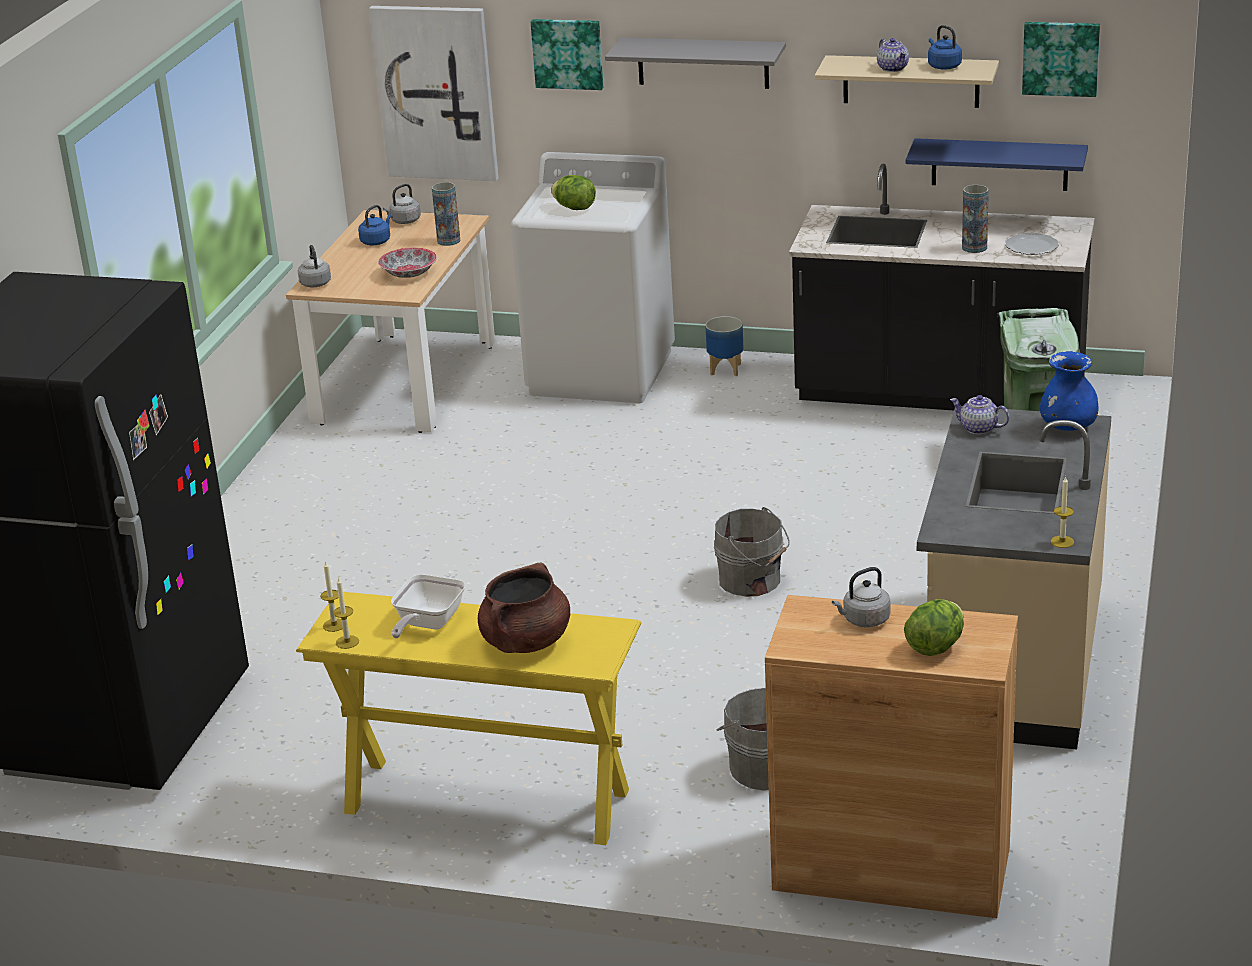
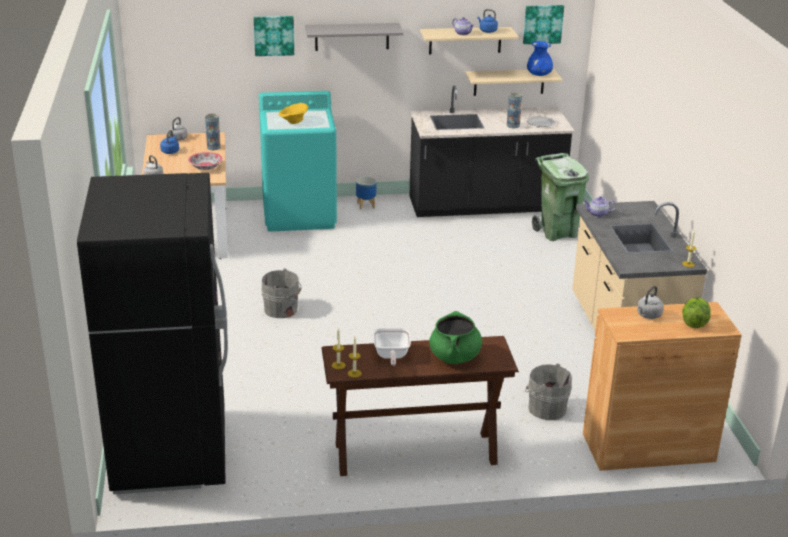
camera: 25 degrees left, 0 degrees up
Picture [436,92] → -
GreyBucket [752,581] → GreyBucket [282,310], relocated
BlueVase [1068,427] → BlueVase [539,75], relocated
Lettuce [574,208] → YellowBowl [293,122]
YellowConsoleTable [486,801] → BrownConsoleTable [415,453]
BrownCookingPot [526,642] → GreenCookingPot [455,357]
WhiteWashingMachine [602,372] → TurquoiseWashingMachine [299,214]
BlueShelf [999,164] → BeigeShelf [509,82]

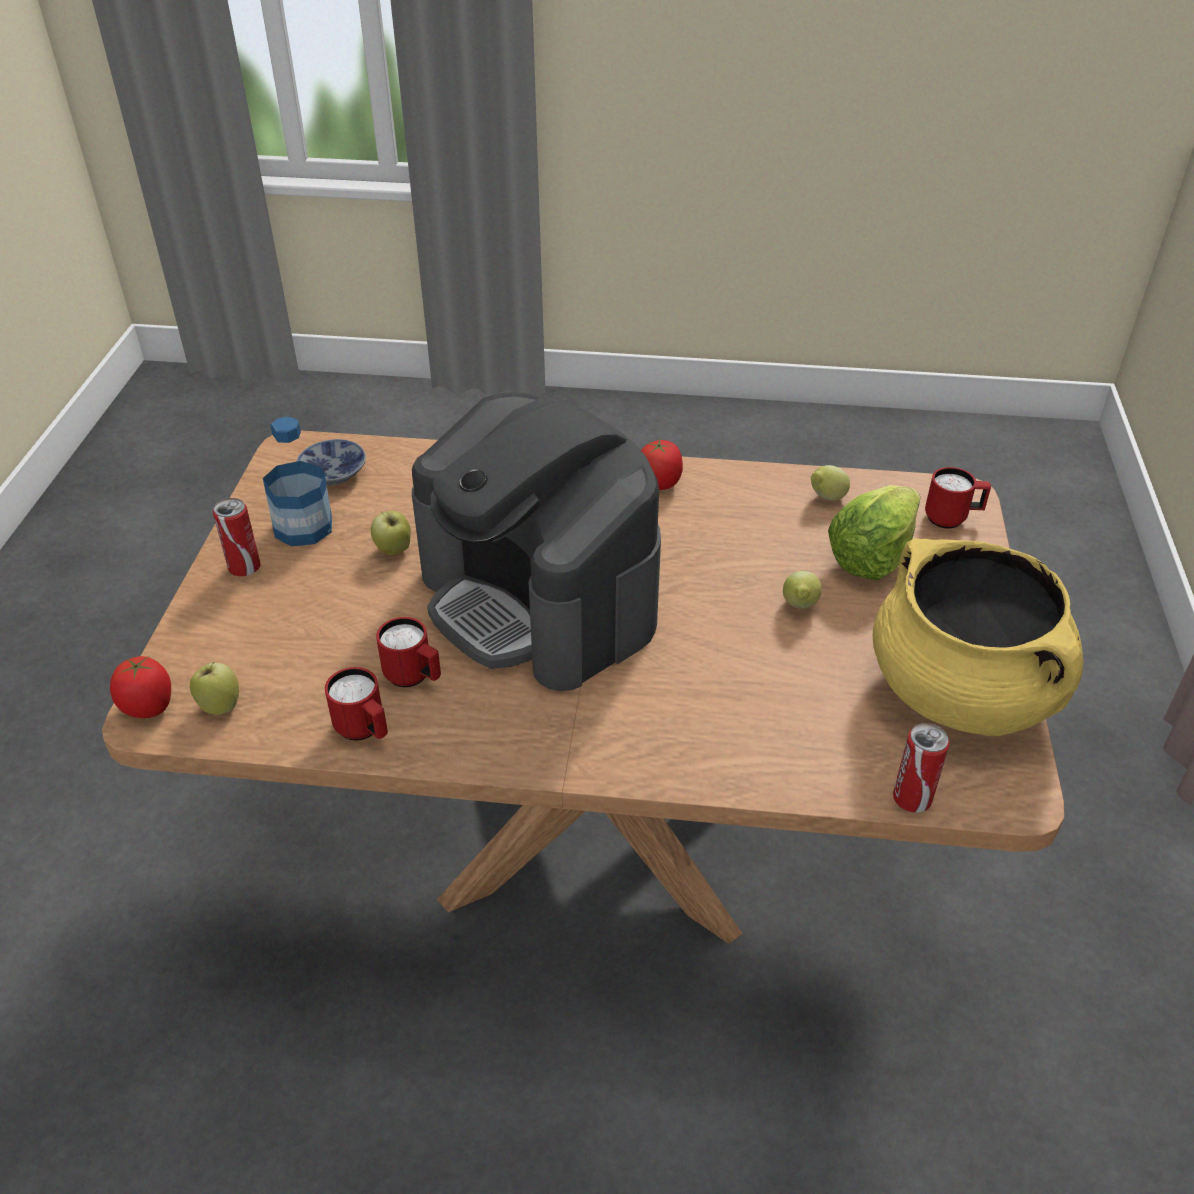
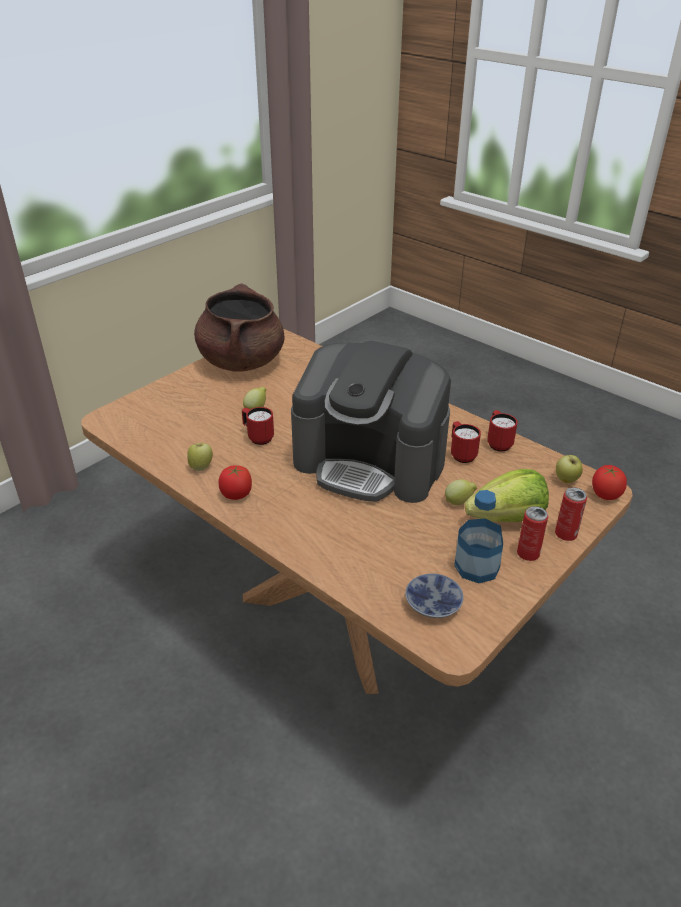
camera: 145 degrees left, 5 degrees down
Apple [393,550] → Apple [201,467], relocated
Lemon [826,498] → Lemon [459,502], relocated
Lettuce [872,556] → Lettuce [507,518], relocated
Can [912,799] → Can [565,534], relocated
RedMug [952,519] → RedMug [257,437], relocated
YellowCookingPot [963,692] → BrownCookingPot [241,361]
CoffeeMachine [540,600] → CoffeeMachine [370,461], 120 degrees clockwise

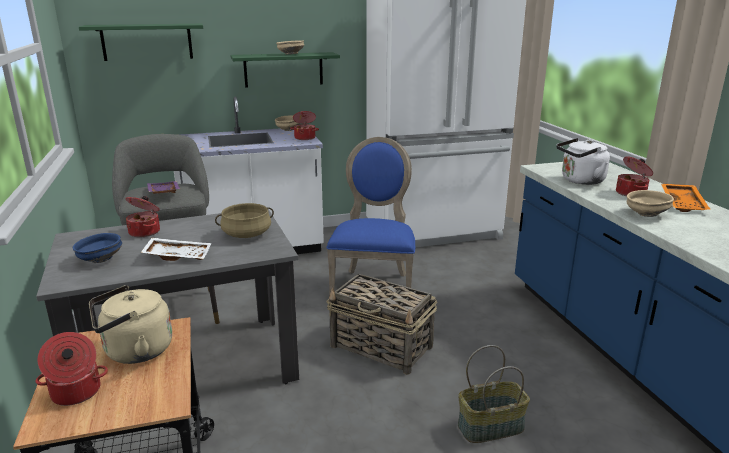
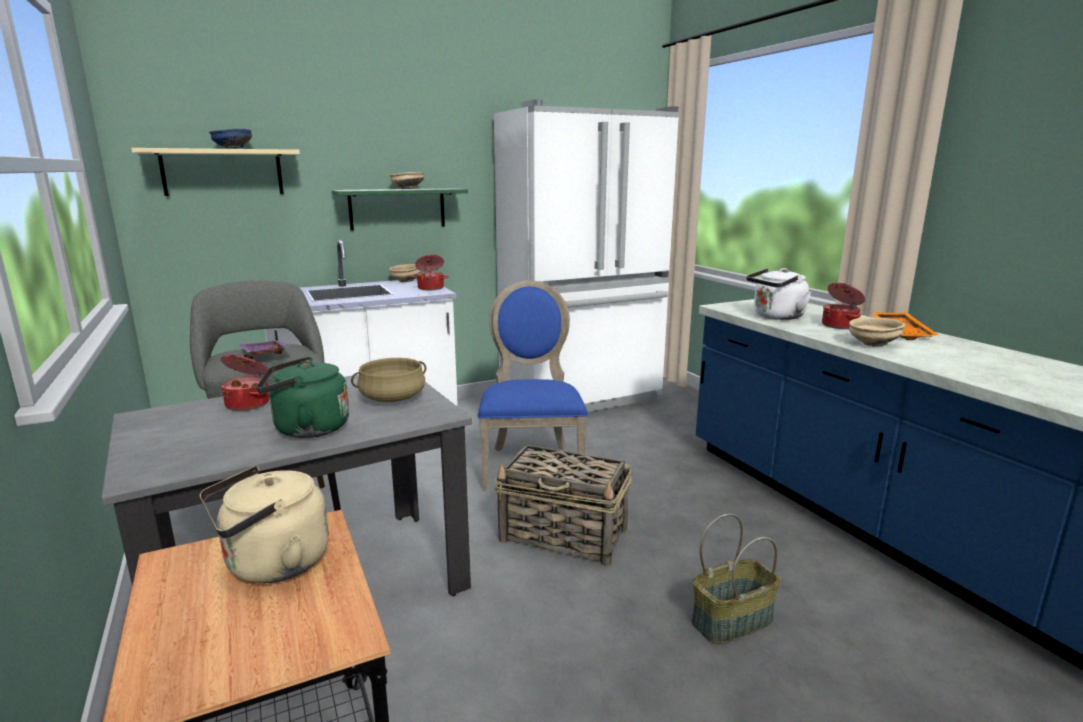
camera: 10 degrees left, 5 degrees down
CookingPot [76,393] → -
BlueBowl [99,260] → BlueBowl [232,149], relocated
WhiteTray [178,255] → GreenKettle [307,429]
GreenShelf [147,42] → BeigeShelf [223,172]

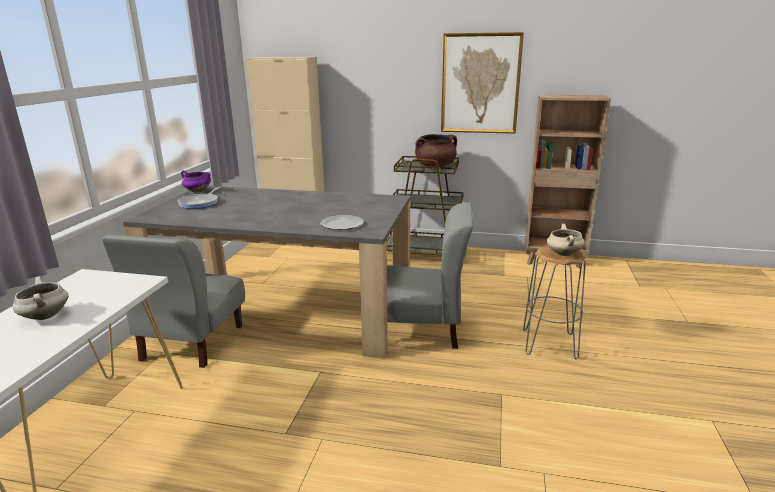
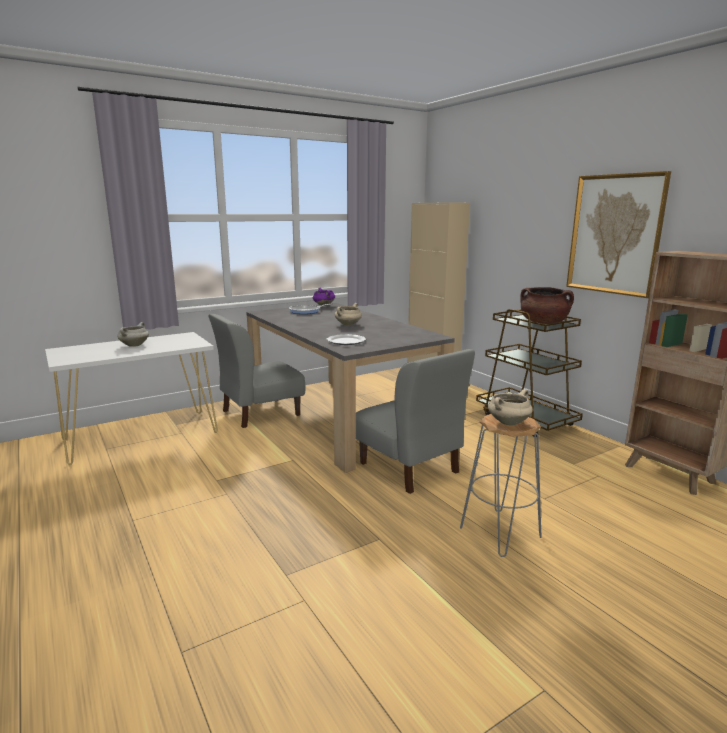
camera: 45 degrees right, 5 degrees down
- → BeigeCookingPot [348,325]

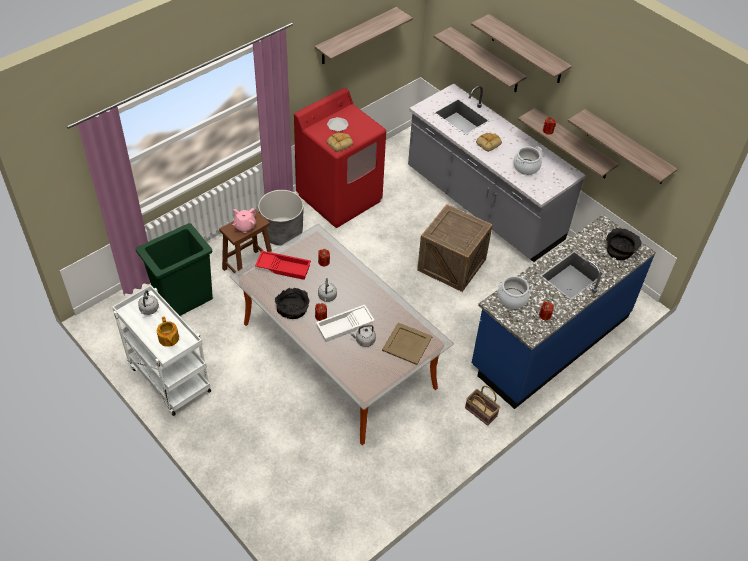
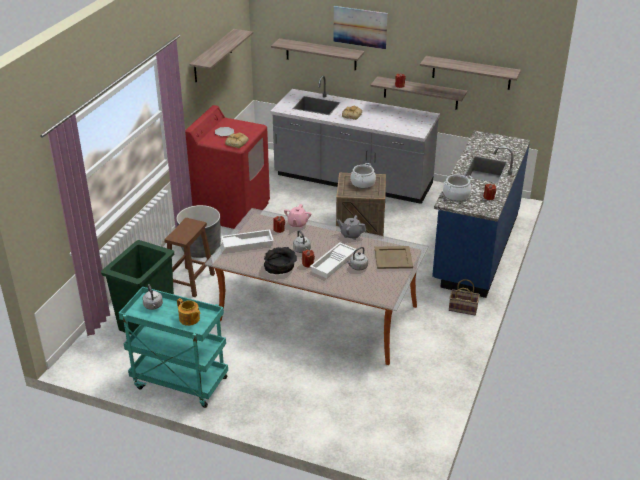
camera: 25 degrees left, 15 degrees down
BlackBowl [620,249] → -
- → GreyTeapot [351,235]
PinkTeapot [244,226] → PinkTeapot [297,224], relocated
CookingPot [526,167] → CookingPot [362,183], relocated
Shelf [527,50] → Picture [360,27]
WhiteCart [168,378] → TurquoiseCart [179,383]
RedTray [284,267] → WhiteTray [248,243]

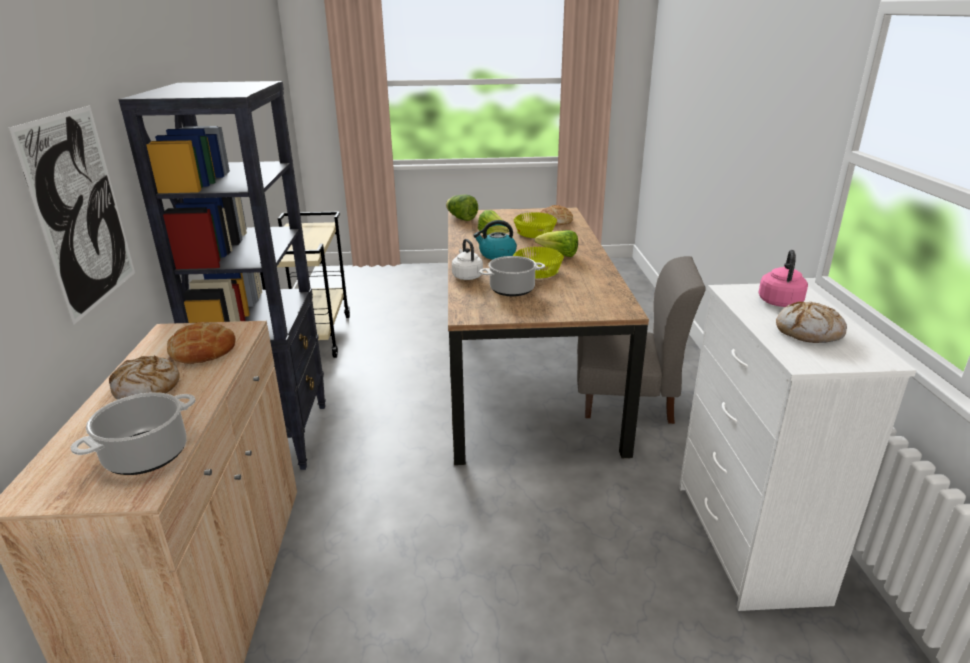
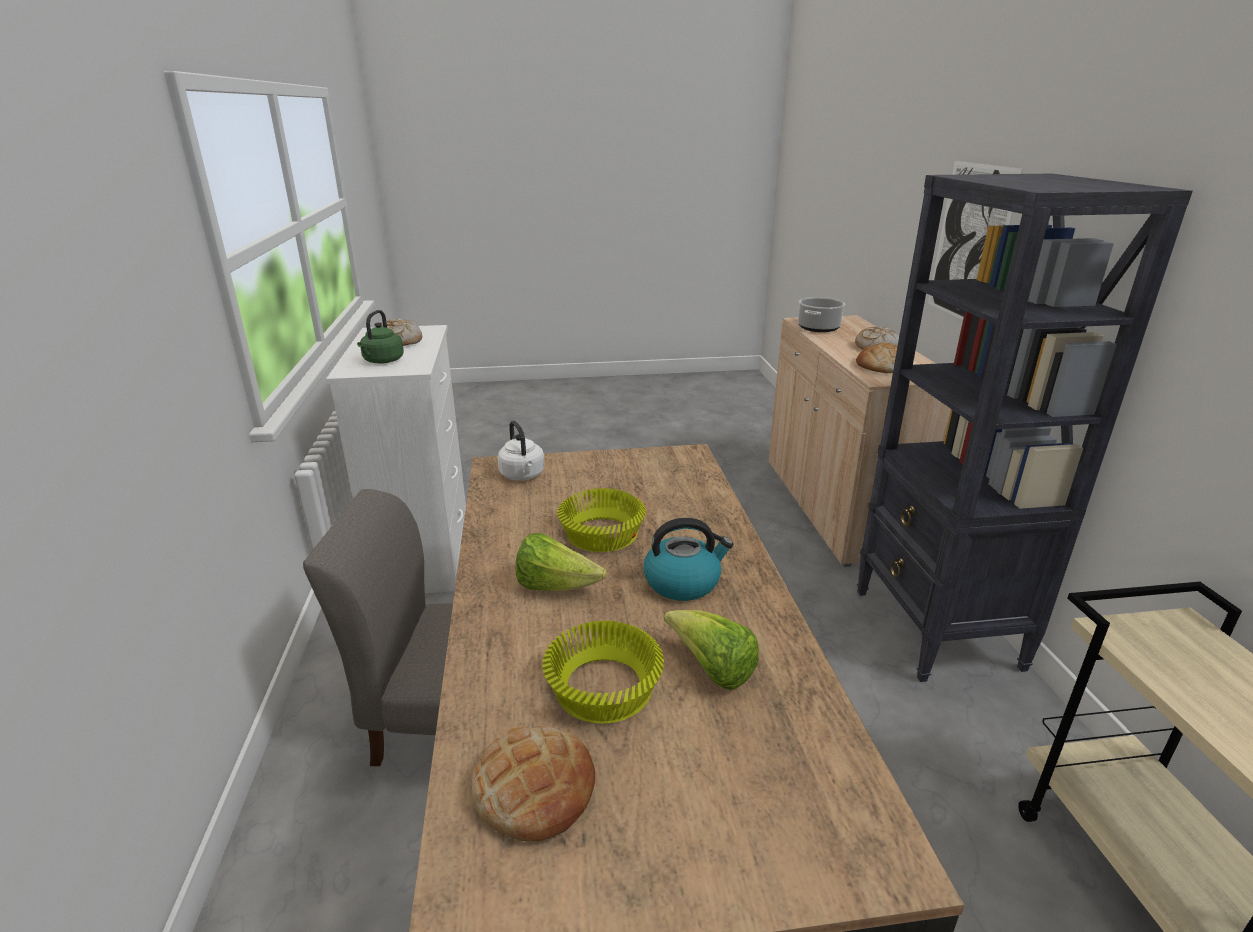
camera: 175 degrees right, 0 degrees up
Lettuce [461,218] → -
CookingPot [511,290] → -
WhiteKettle [467,276] → WhiteKettle [523,476], relocated
PinkKettle [780,301] → GreenKettle [382,361]

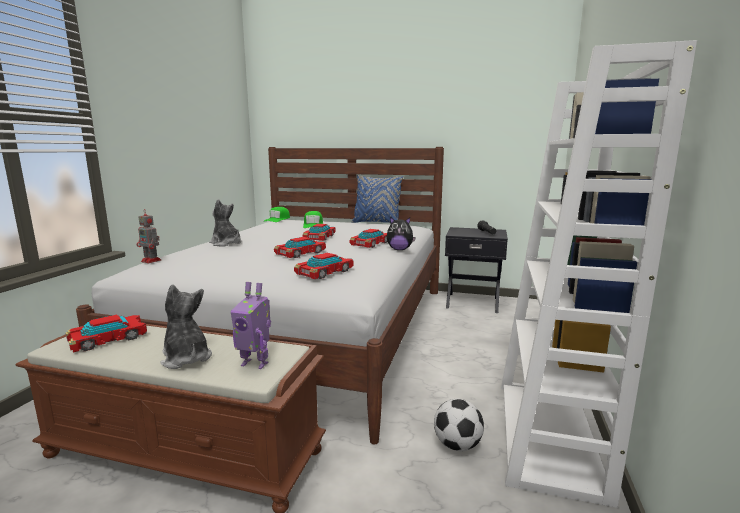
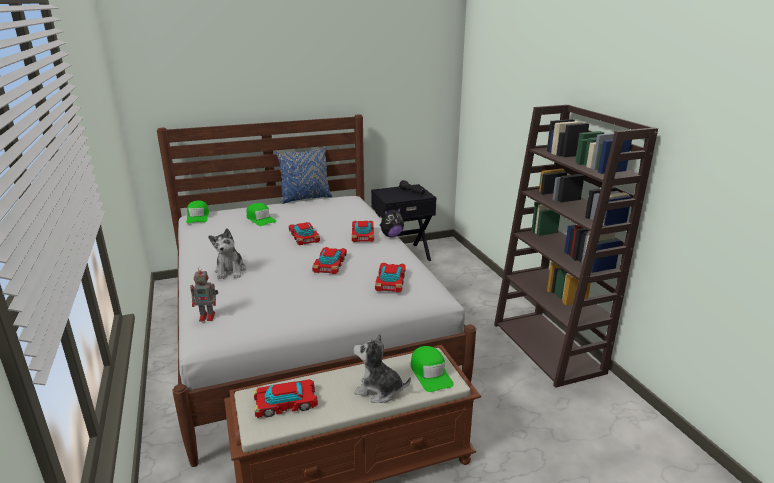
camera: 35 degrees left, 10 degrees up
Football [457,445] → -
ToyRobot [255,363] → GreenCap [430,373]
WhiteBookcase [549,436] → BrownBookcase [548,348]
ToyCar [108,339] → ToyCar [286,404], 60 degrees clockwise
PlushToy [226,243] → PlushToy [230,271], 105 degrees counterclockwise

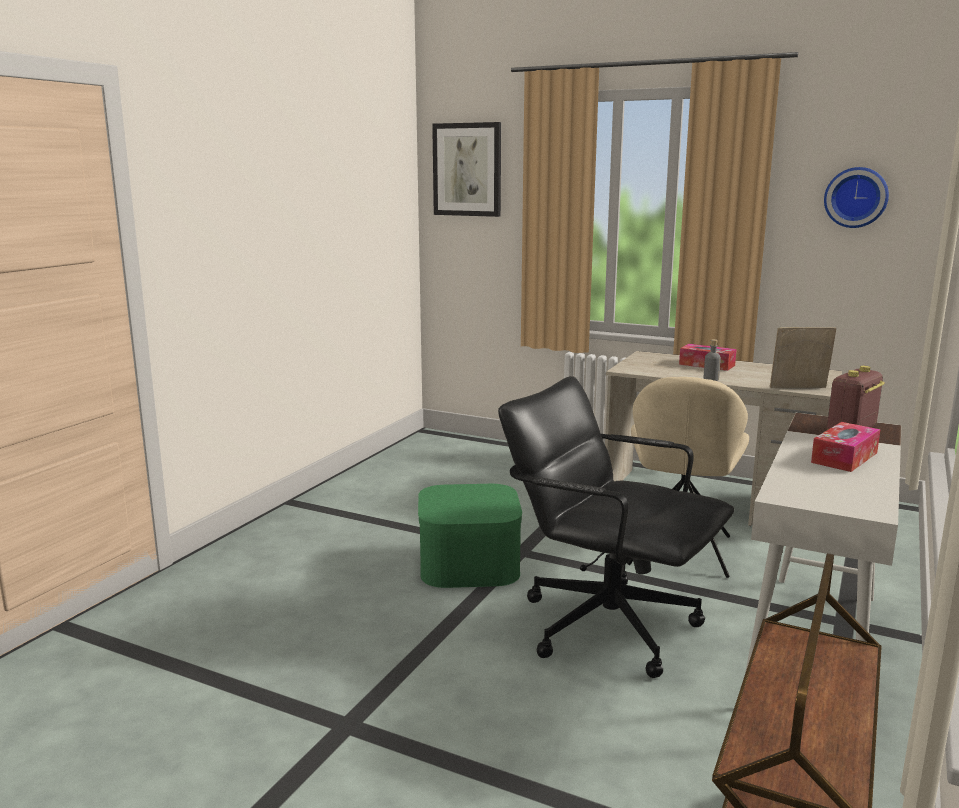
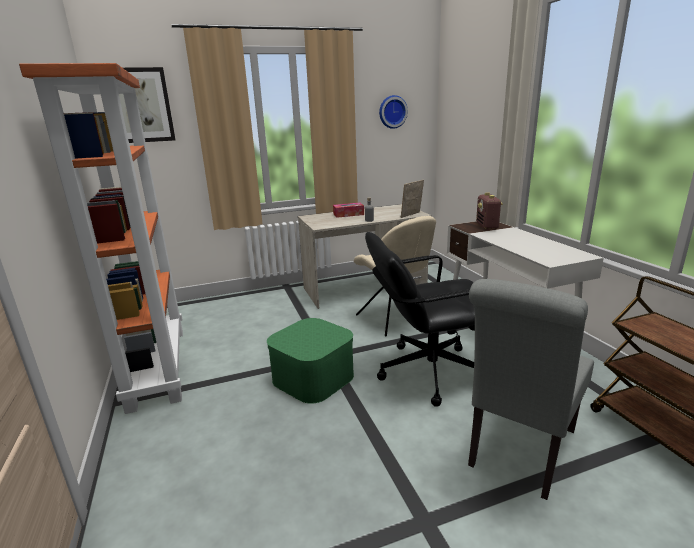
camera: 45 degrees left, 5 degrees up
TissueBox [844,457] → -
- → OrangeBookcase [157,366]
- → GreyChair [519,451]

